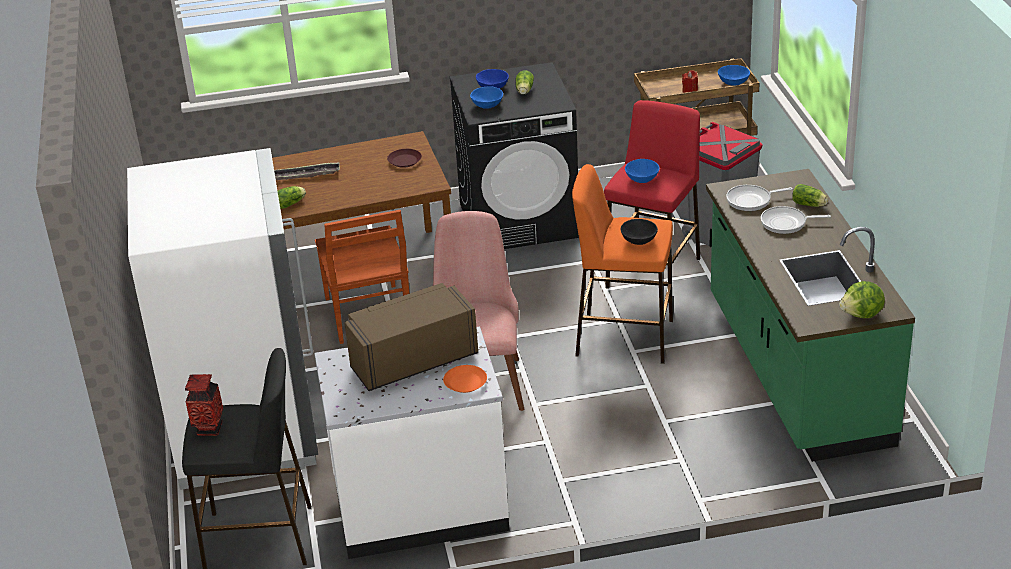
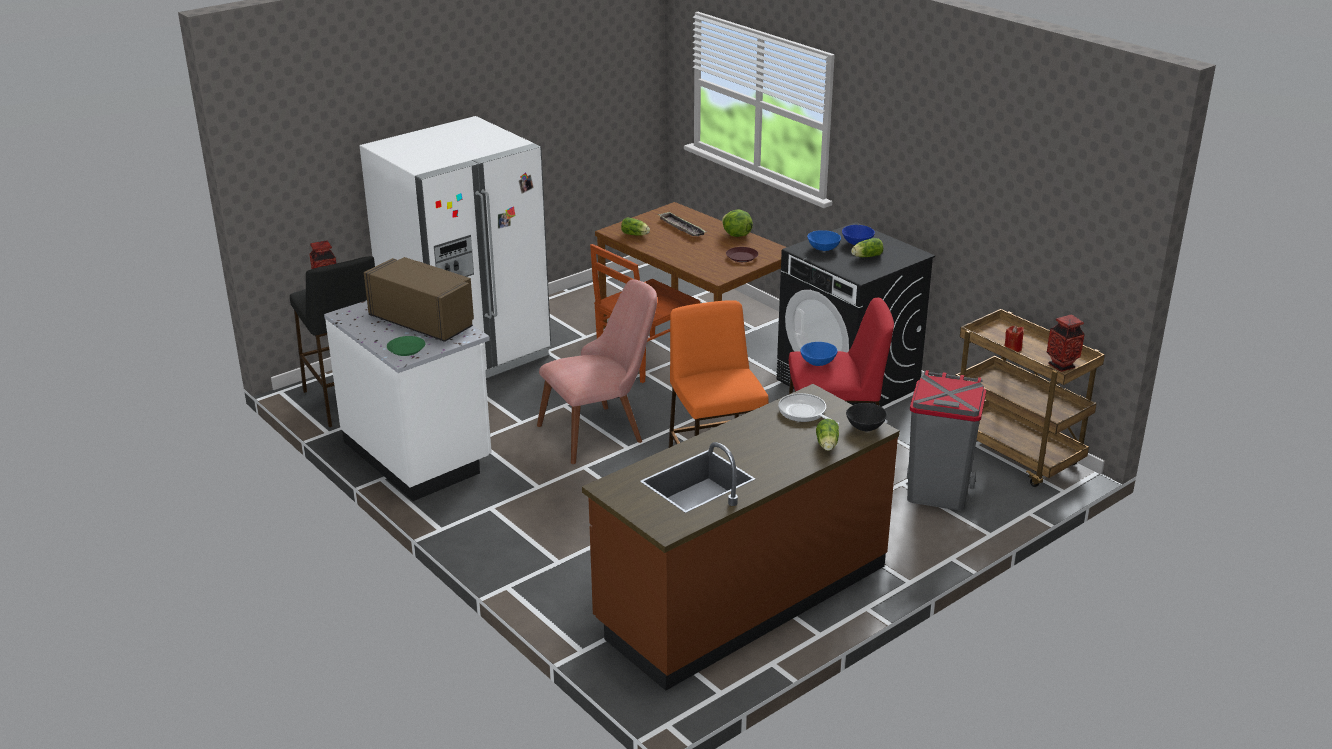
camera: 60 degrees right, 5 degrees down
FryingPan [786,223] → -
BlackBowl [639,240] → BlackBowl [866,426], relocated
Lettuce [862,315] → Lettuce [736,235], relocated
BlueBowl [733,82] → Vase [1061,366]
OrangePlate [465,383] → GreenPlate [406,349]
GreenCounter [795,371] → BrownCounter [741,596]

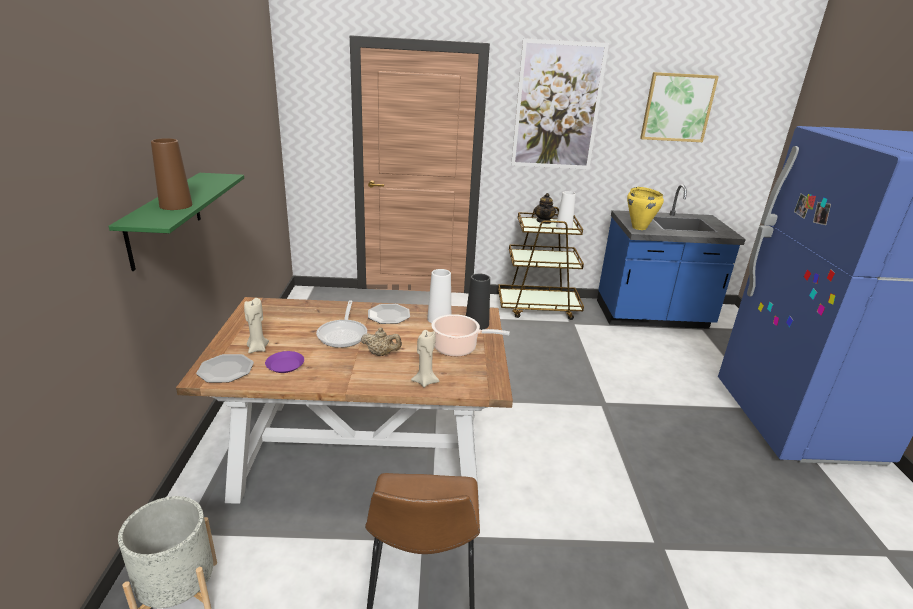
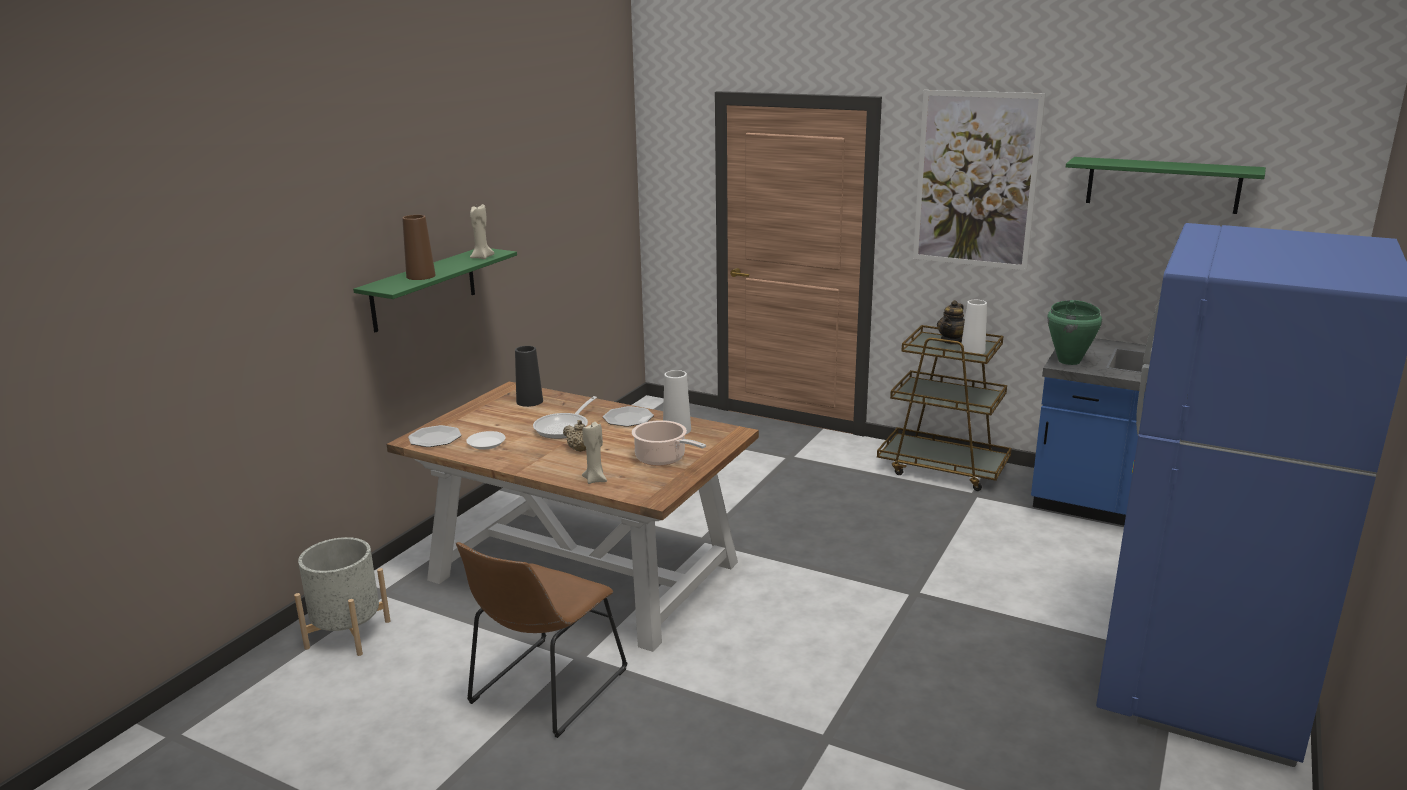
camera: 30 degrees right, 5 degrees down
BeigeCandle [257,349] → BeigeCandle [481,257], relocated
BlackVase [477,324] → BlackVase [529,401], relocated
Picture [677,107] → GreenShelf [1162,185]
PurplePlate [285,365] → WhitePlate [486,443]
YellowCookingPot [639,227] → GreenCookingPot [1069,361]

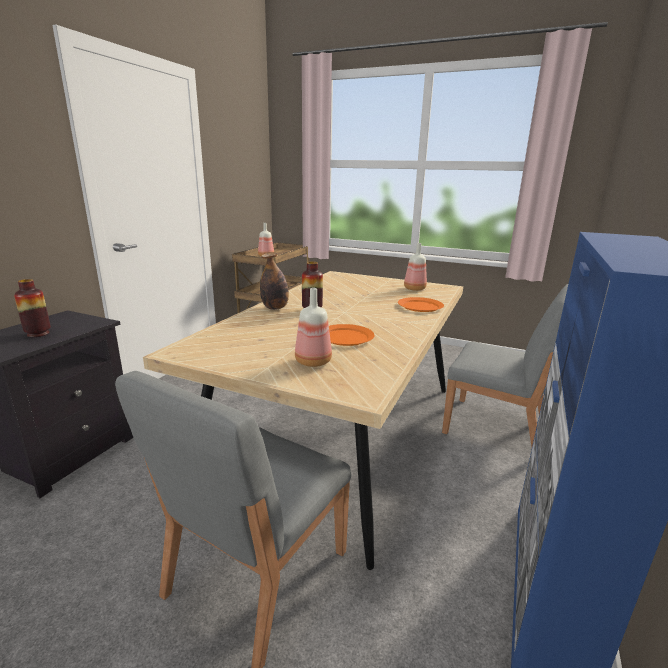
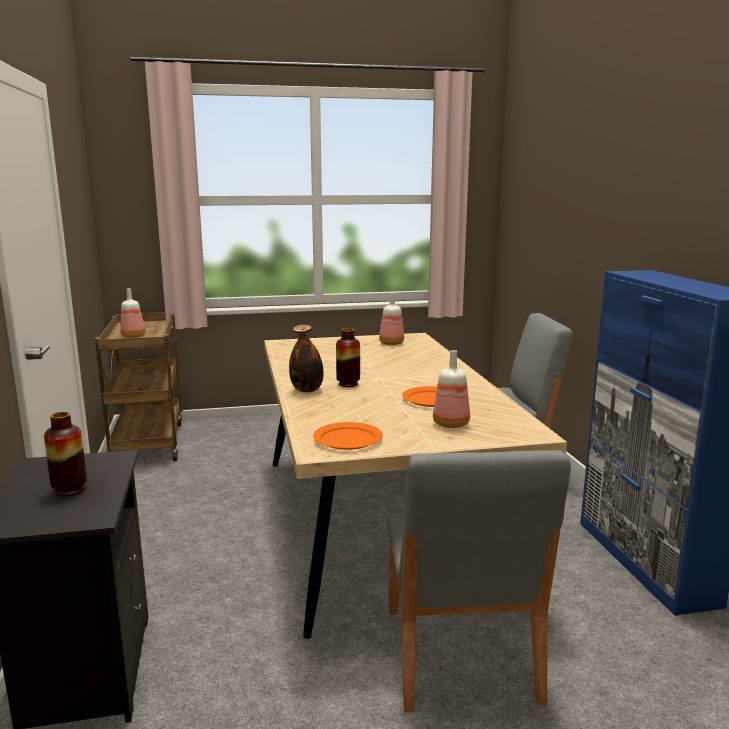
camera: 35 degrees left, 5 degrees down
OrangePlate [420,306] → OrangePlate [348,439], relocated

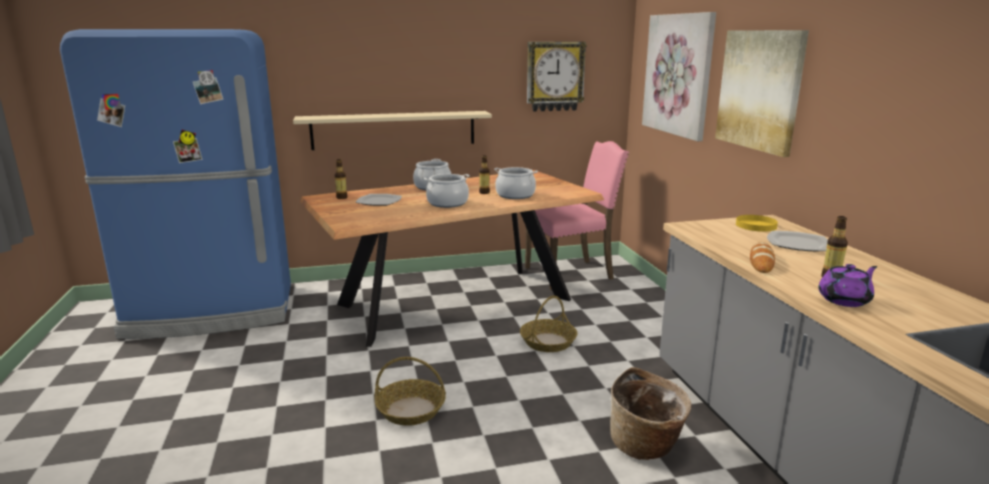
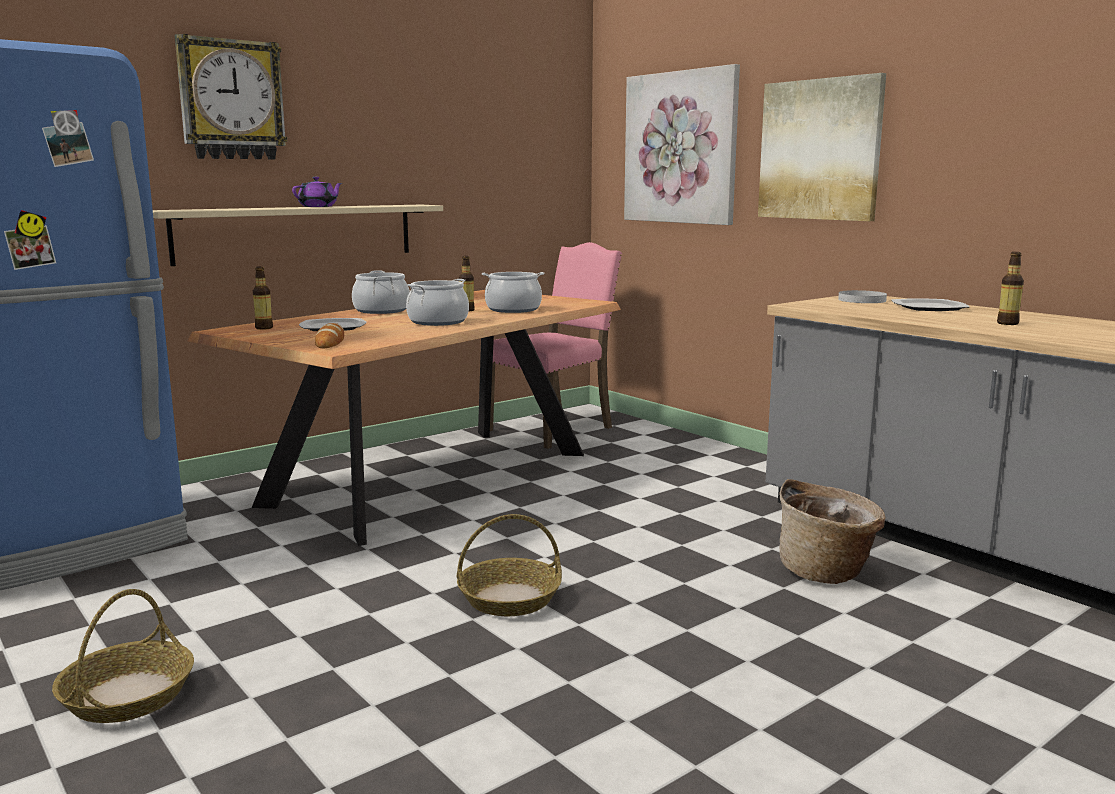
camera: 25 degrees left, 5 degrees down
Basket [548,342] → Basket [128,695], relocated
WallClock [555,76] → WallClock [231,100], relocated
Bread [761,261] → Bread [330,342], relocated
PurpleTeapot [845,300] → PurpleTeapot [318,206], relocated
YellowPlate [756,225] → WhitePlate [862,300]

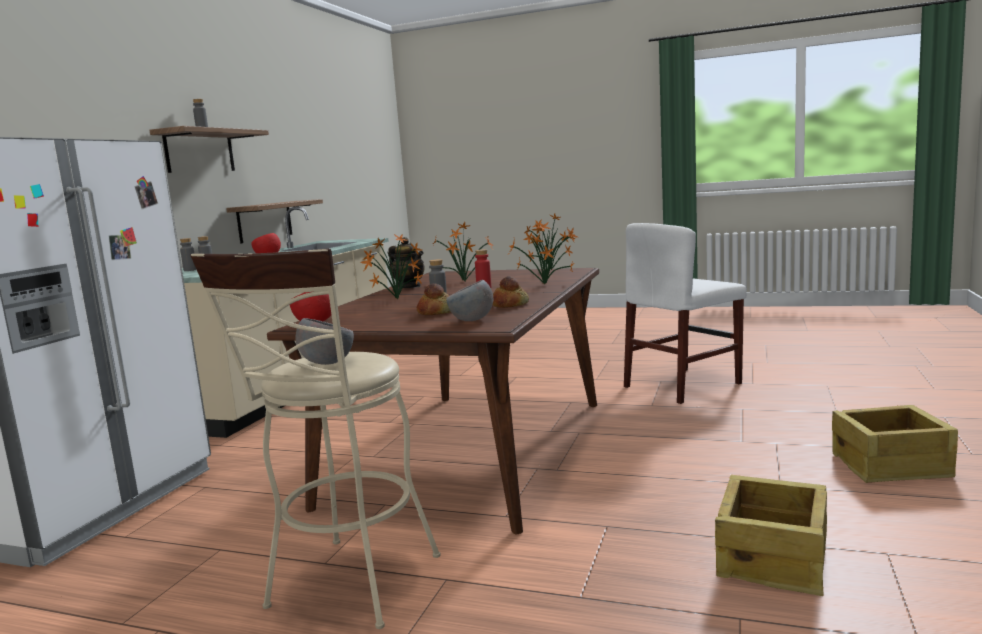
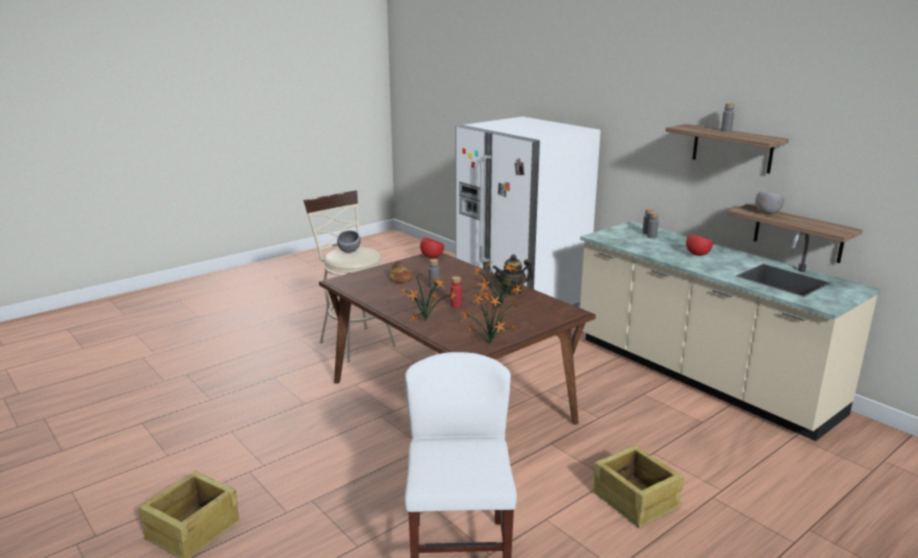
camera: 120 degrees right, 10 degrees up
PottedPlant [395,300] → -
Bread [509,305] → -
GreyBowl [472,320] → GreyBowl [767,213], relocated
Crate [774,558] → Crate [635,501], relocated

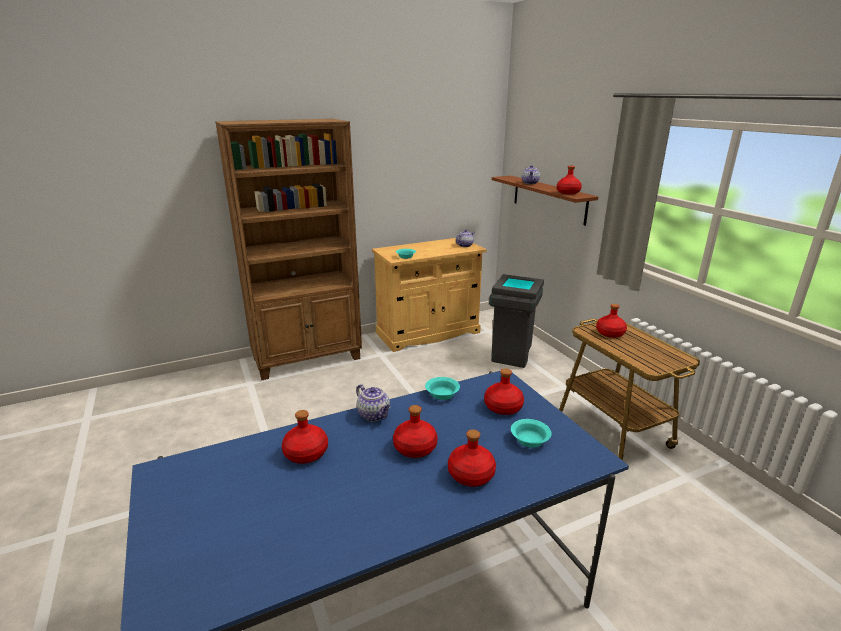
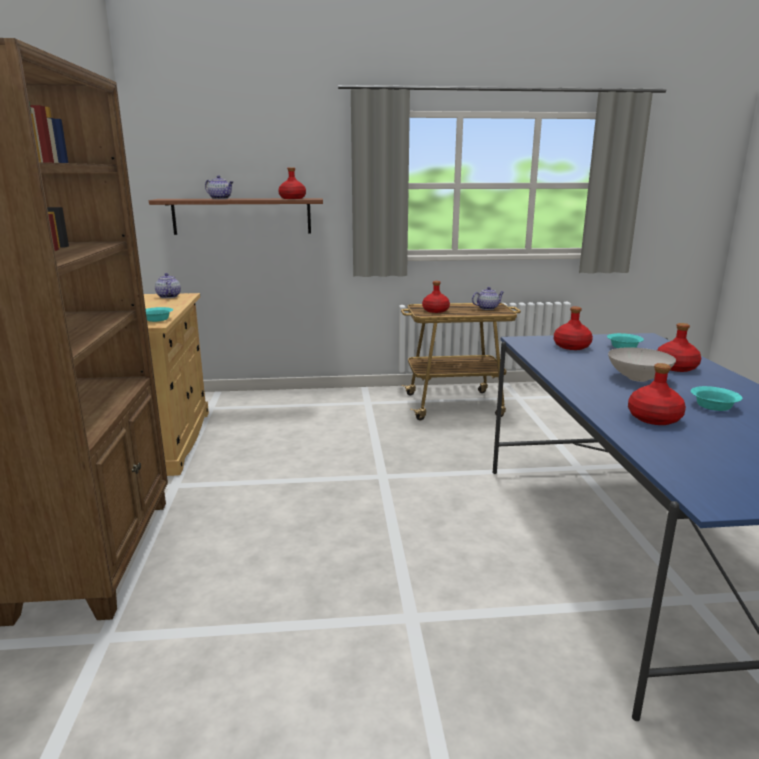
camera: 70 degrees left, 5 degrees down
GreyTrashCan [511,357] → -
Teapot [374,415] → Teapot [487,308], relocated
TurquoiseBowl [441,394] → TurquoiseBowl [712,406], relocated
RedBottle [415,448] → WhiteBowl [639,378]

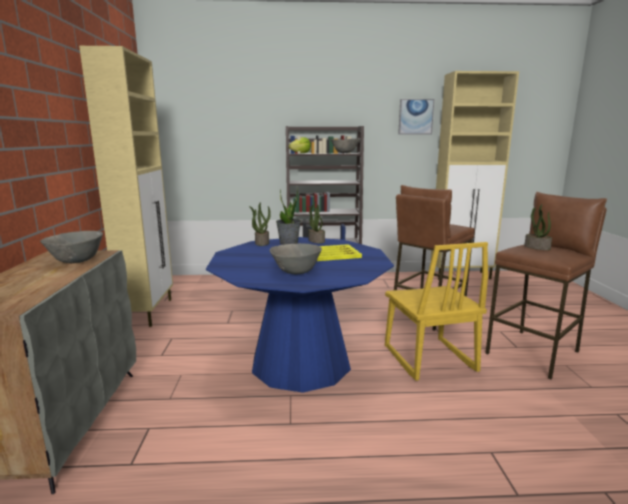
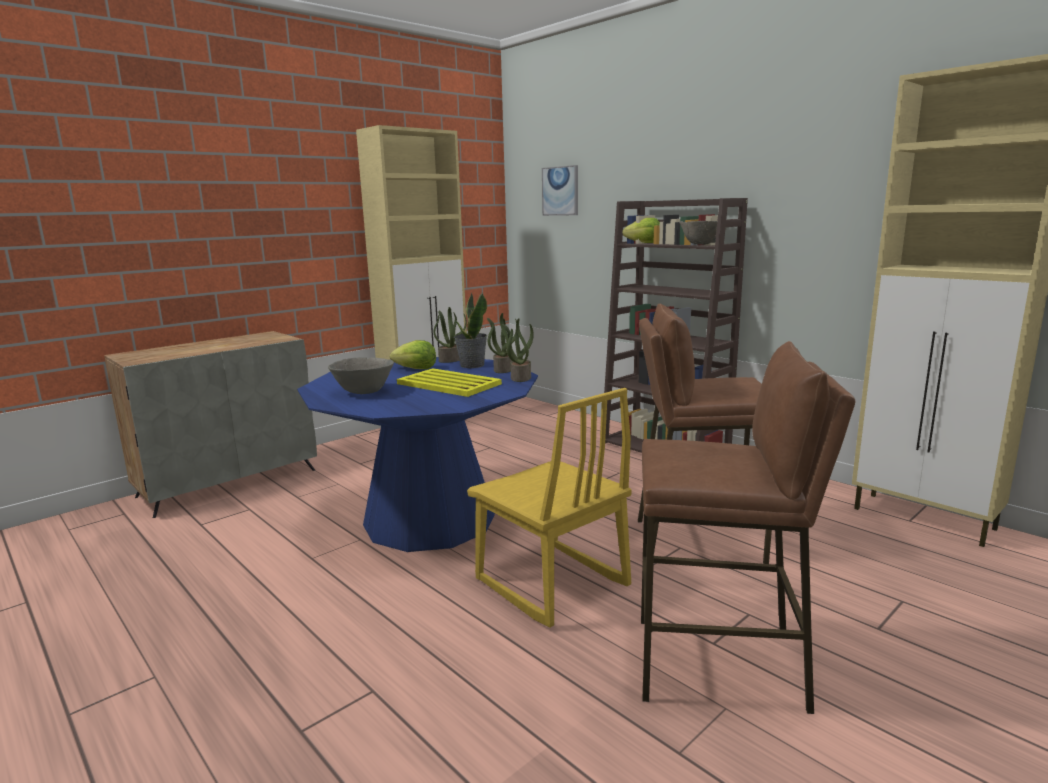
camera: 50 degrees right, 0 degrees up
GreyBowl [77,261] → -
- → Lettuce [416,369]
Picture [415,116] → Picture [560,191], relocated
PottedPlant [536,247] → PottedPlant [520,378], relocated
YellowChair [428,359] → YellowChair [550,584], 75 degrees counterclockwise

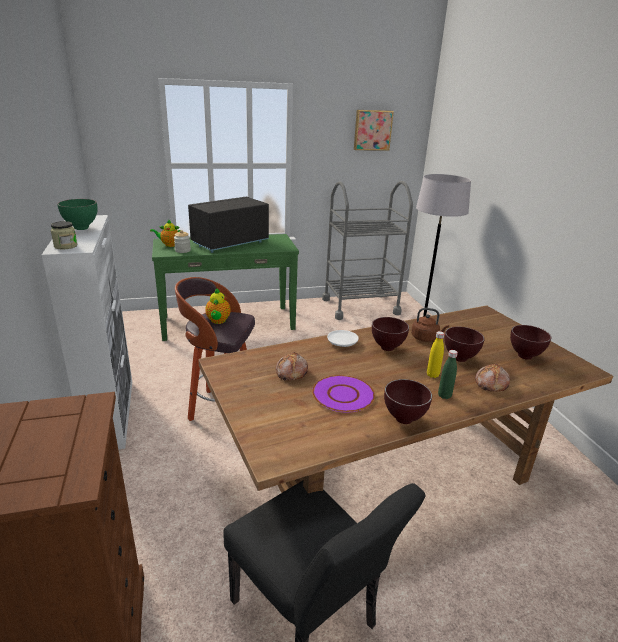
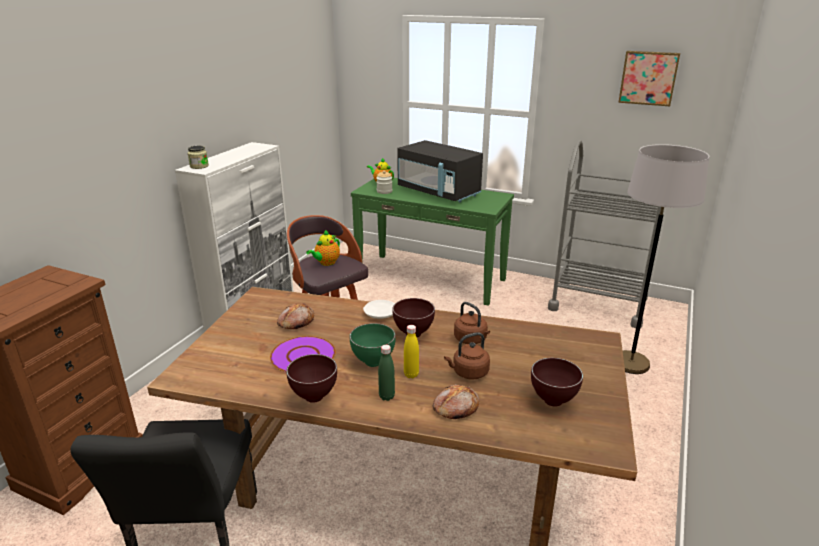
camera: 40 degrees right, 0 degrees up
GreenBowl [82,228] → GreenBowl [374,362], relocated
BrownBowl [460,359] → BrownKettle [468,373]
BlackMicrowave [230,243] → BlackMicrowave [438,192], 135 degrees counterclockwise

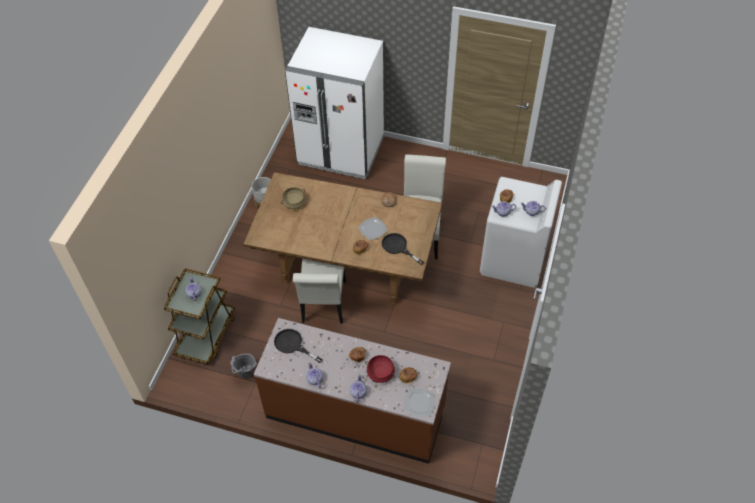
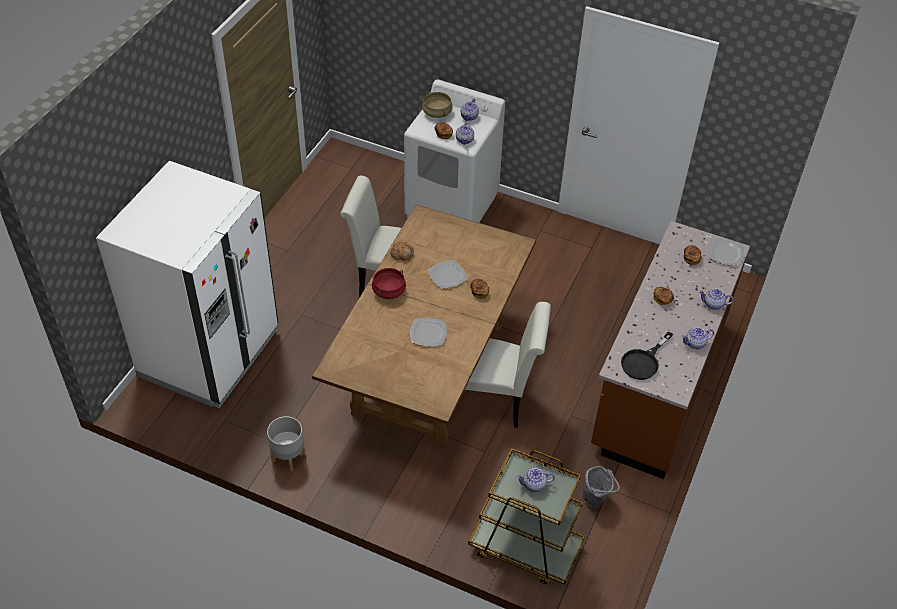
camera: 85 degrees left, 5 degrees down
BlackFryingPan [398,247] → -
- → Plate [428,333]
BeigeCookingPot [294,203] → BeigeCookingPot [436,112], relocated
RedCookingPot [380,373] → RedCookingPot [389,291], relocated

